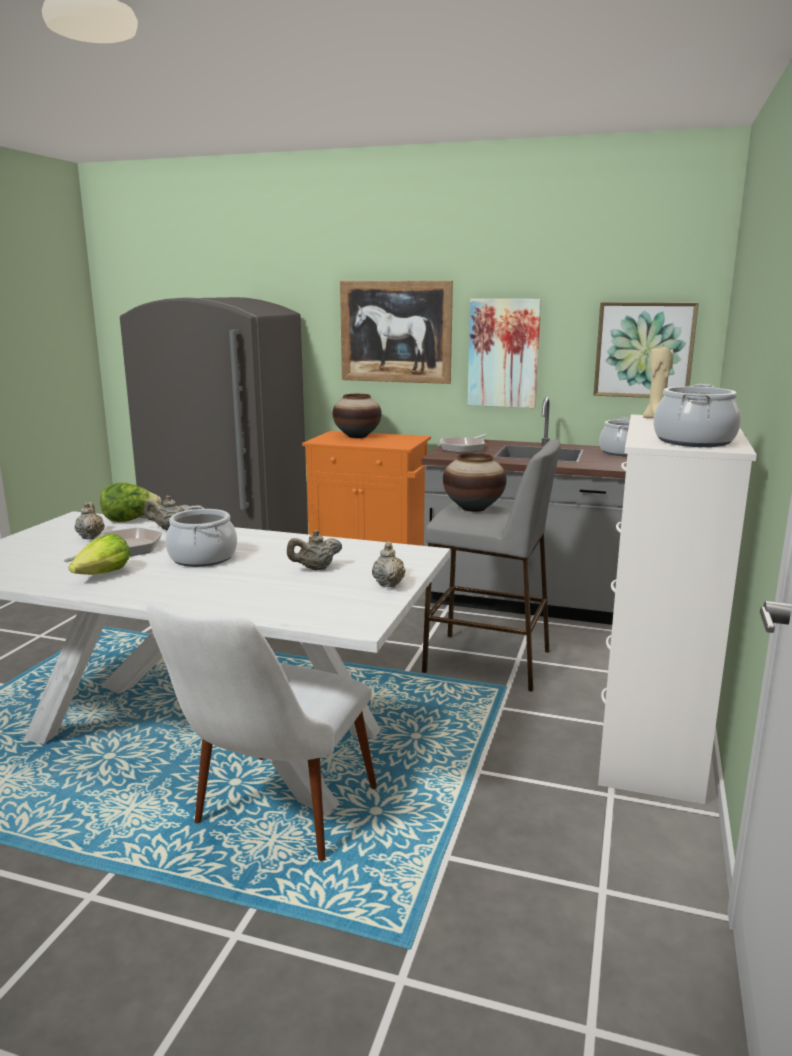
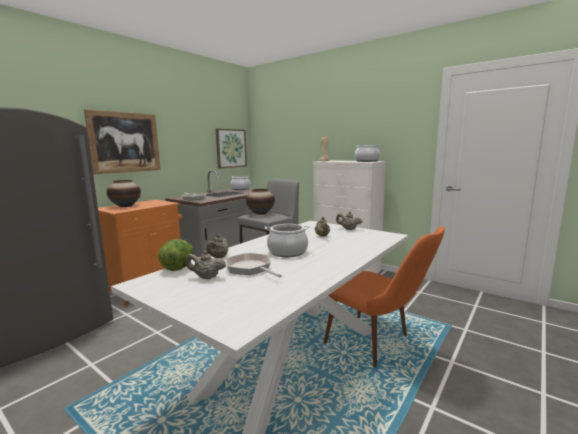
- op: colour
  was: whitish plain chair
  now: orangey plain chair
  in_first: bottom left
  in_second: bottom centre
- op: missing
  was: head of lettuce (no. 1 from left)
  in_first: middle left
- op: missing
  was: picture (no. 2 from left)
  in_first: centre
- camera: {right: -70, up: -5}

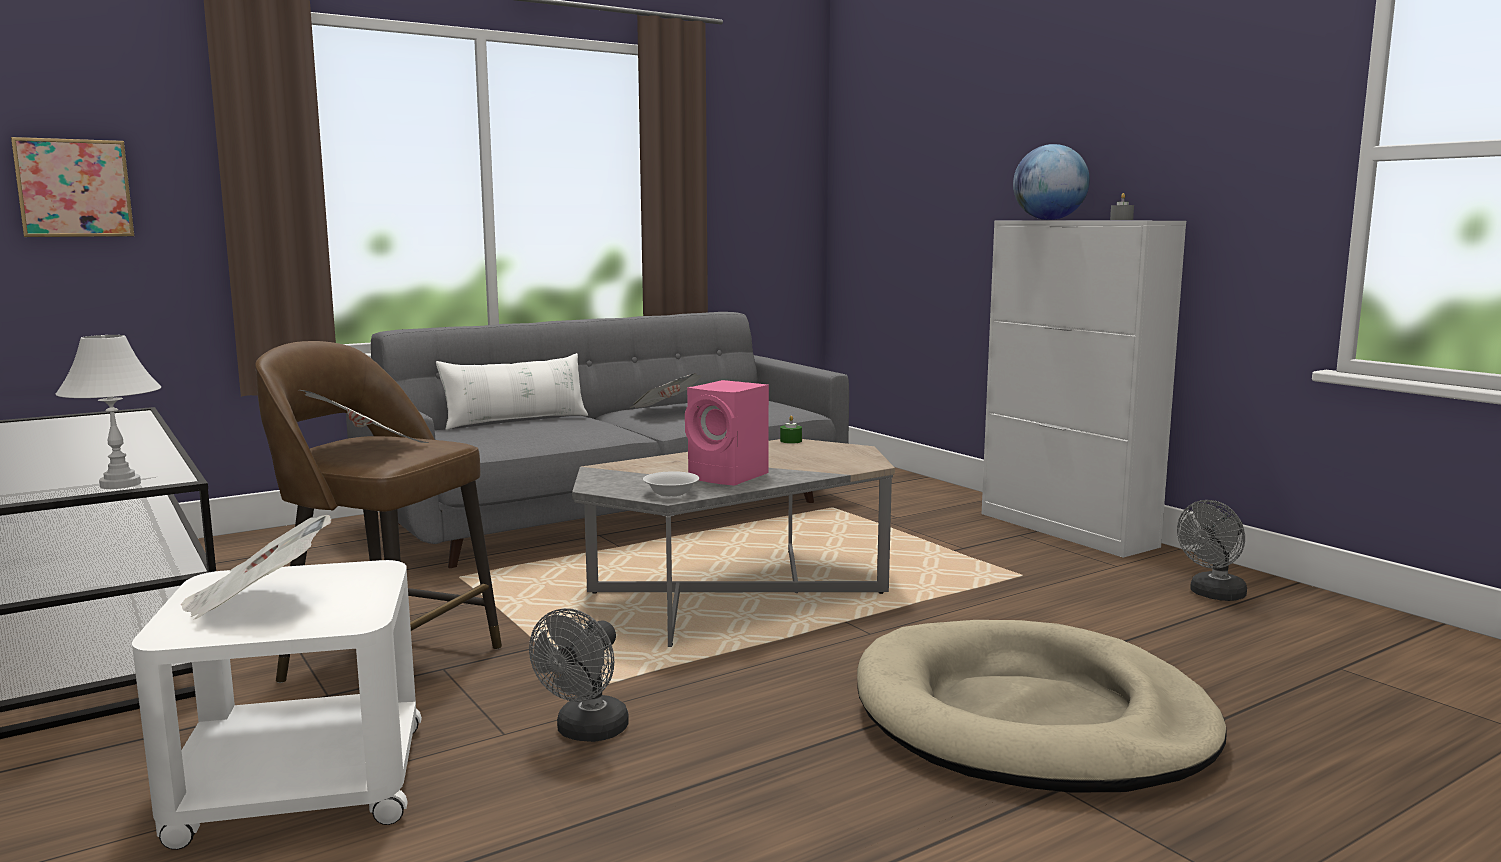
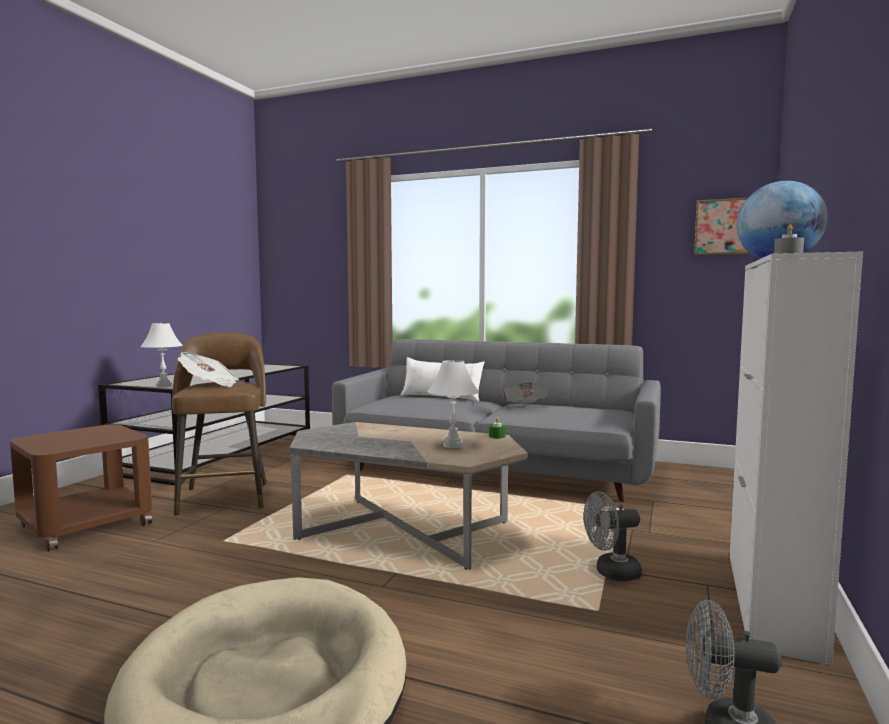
- op: colour
  was: whitish end table
  now: brownish end table
  in_first: bottom left
  in_second: bottom left
- op: appeared
  now: whitish table lamp (no. 2 from left)
  in_second: centre
- op: relocated
  was: grey cooling fan (no. 1 from left)
  in_first: bottom centre
  in_second: bottom right
- op: relocated
  was: picture
  in_first: top left
  in_second: top right
- op: missing
  was: printed paper (no. 1 from left)
  in_first: middle left
- op: missing
  was: whitish bowl
  in_first: centre
- op: missing
  was: pinkish loudspeaker
  in_first: centre
- camera: {right: 55, up: -5}

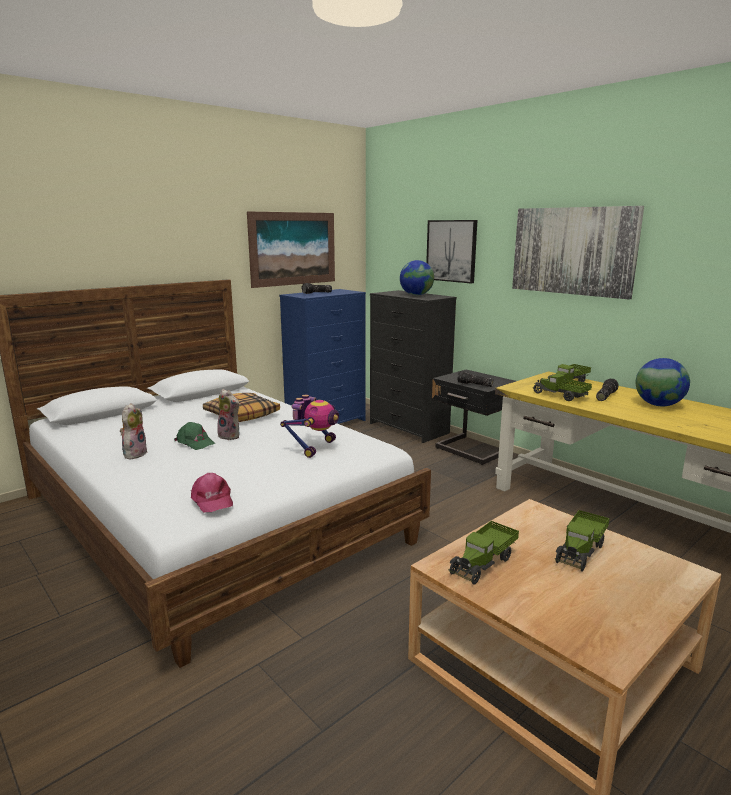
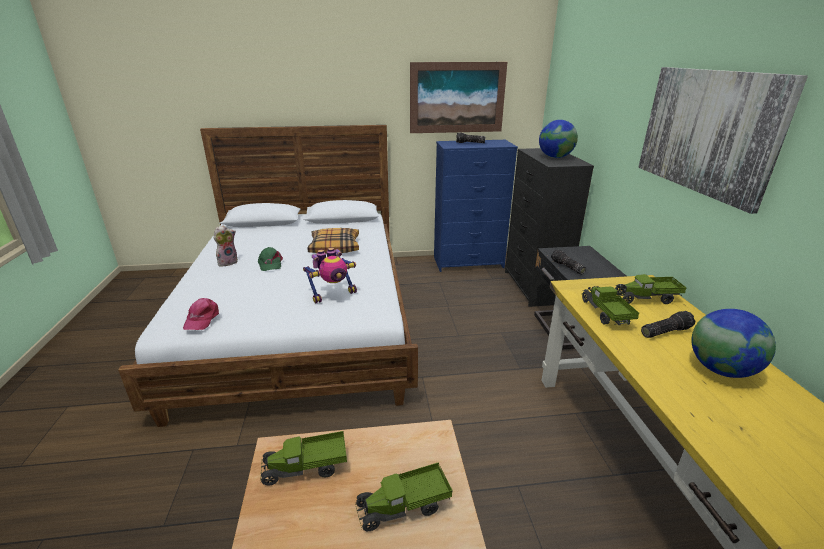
- op: missing
  was: plush toy (no. 2 from left)
  in_first: middle left
- op: missing
  was: picture (no. 2 from left)
  in_first: top centre
- camera: {right: 35, up: 10}

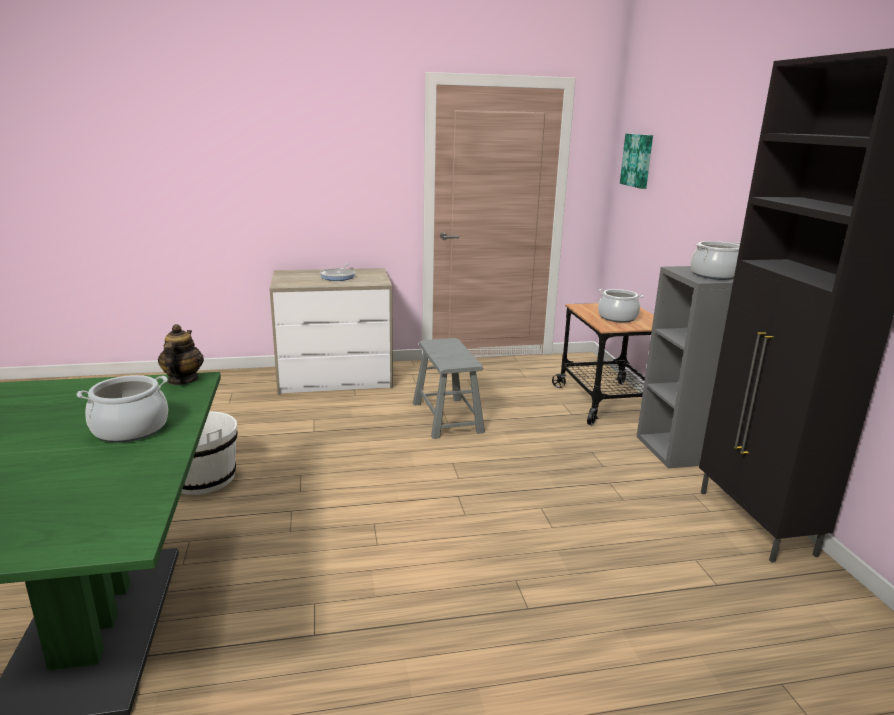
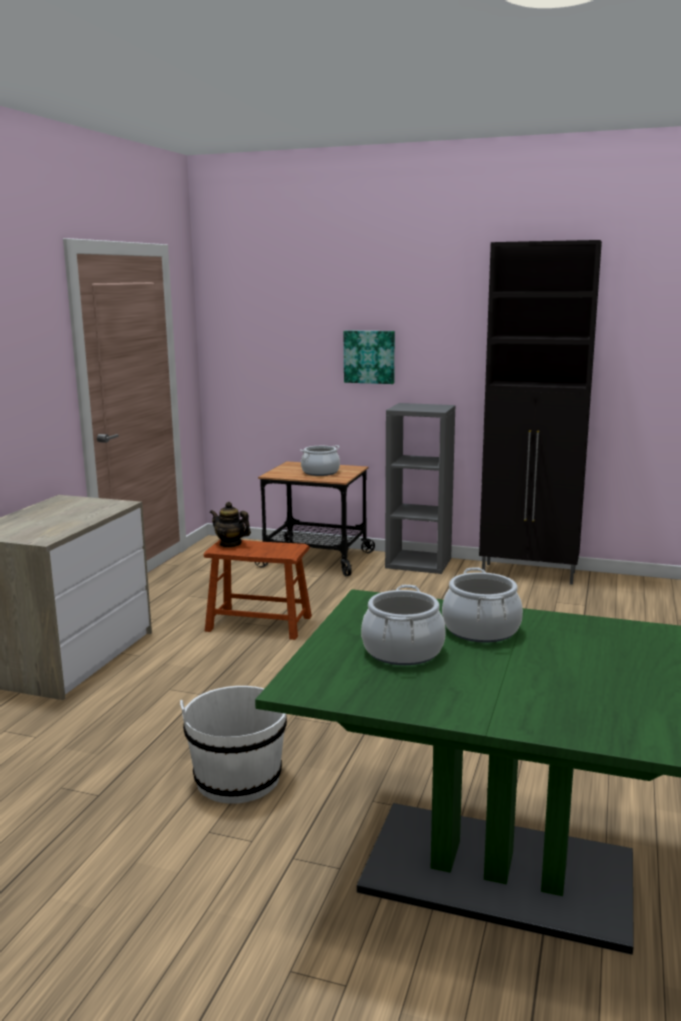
- op: colour
  was: grey sitting stool
  now: brownish sitting stool
  in_first: centre
  in_second: centre
- op: relocated
  was: pot for tea
  in_first: middle left
  in_second: centre
- op: relocated
  was: picture
  in_first: top right
  in_second: centre
- op: relocated
  was: cooking pot (no. 3 from left in the first image)
  now: cooking pot (no. 2 from left)
  in_first: middle right
  in_second: centre
- op: missing
  was: pan
  in_first: centre
- camera: {right: -60, up: -5}

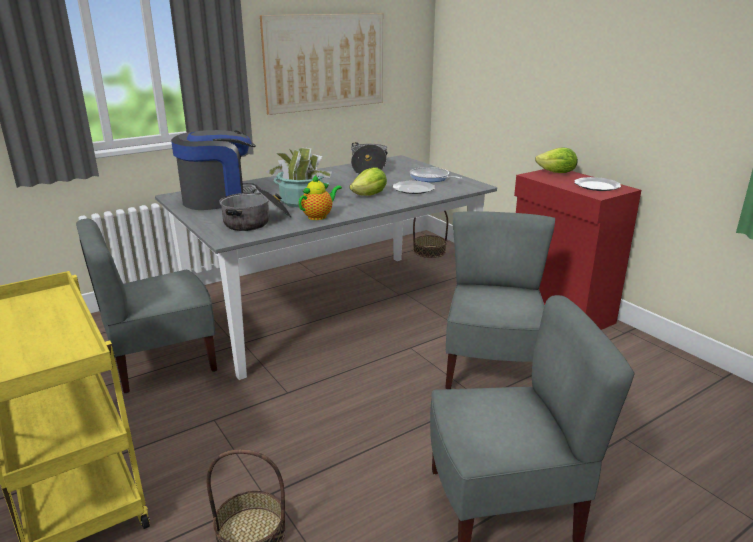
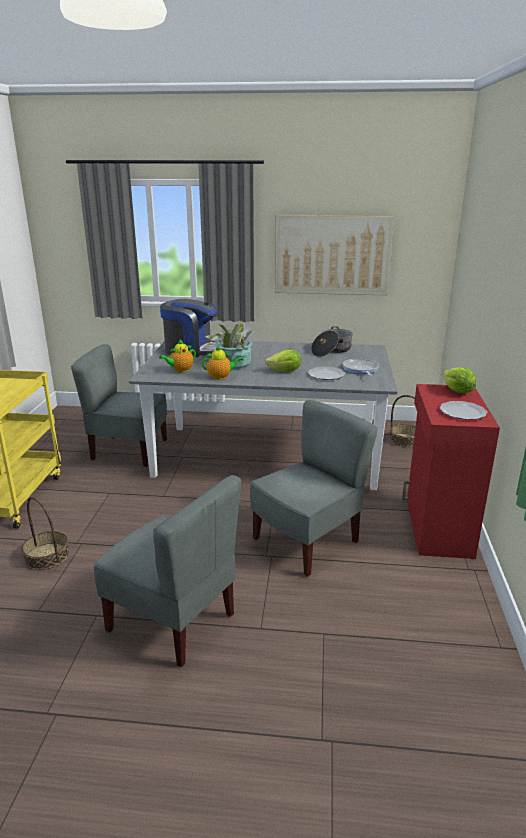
- op: exchanged
  was: cooking pot (no. 1 from left)
  now: pot for tea (no. 1 from left)
  in_first: centre
  in_second: centre
- camera: {right: 40, up: 0}

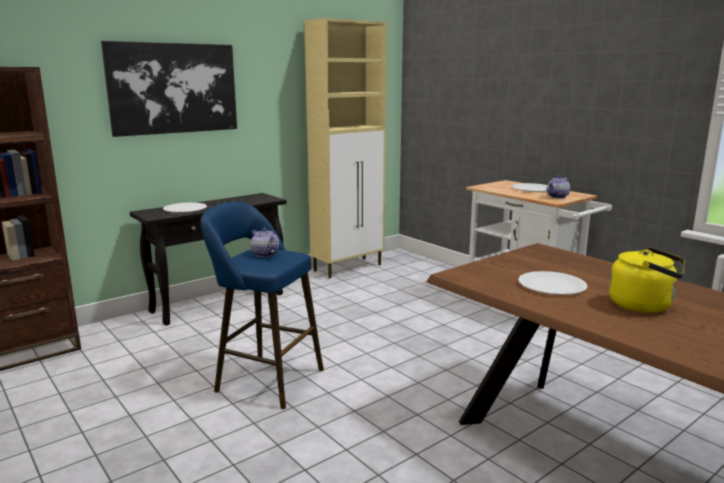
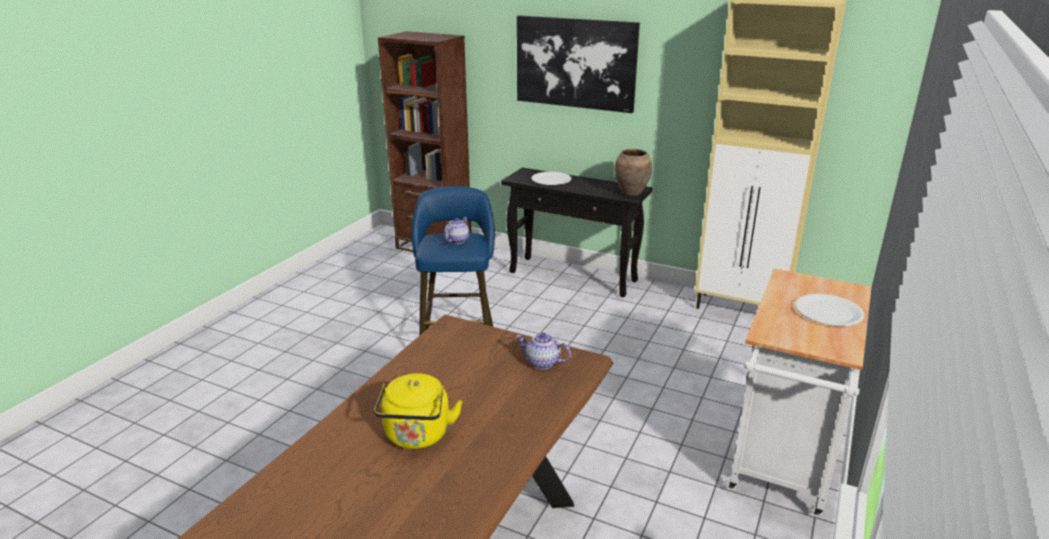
- op: relocated
  was: pot for tea (no. 2 from left)
  in_first: middle right
  in_second: centre
- op: appeared
  now: brownish decorative vase
  in_second: top centre
- op: missing
  was: whitish plate (no. 3 from left)
  in_first: middle right
- camera: {right: 65, up: 10}

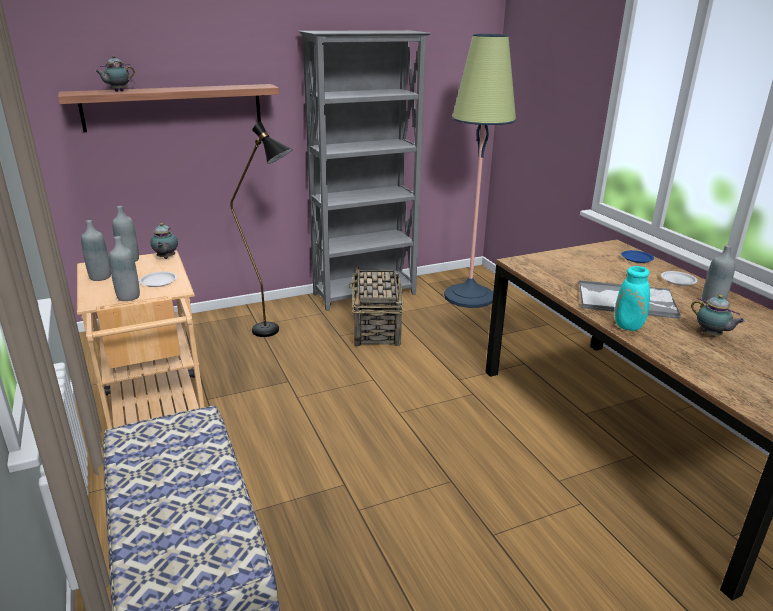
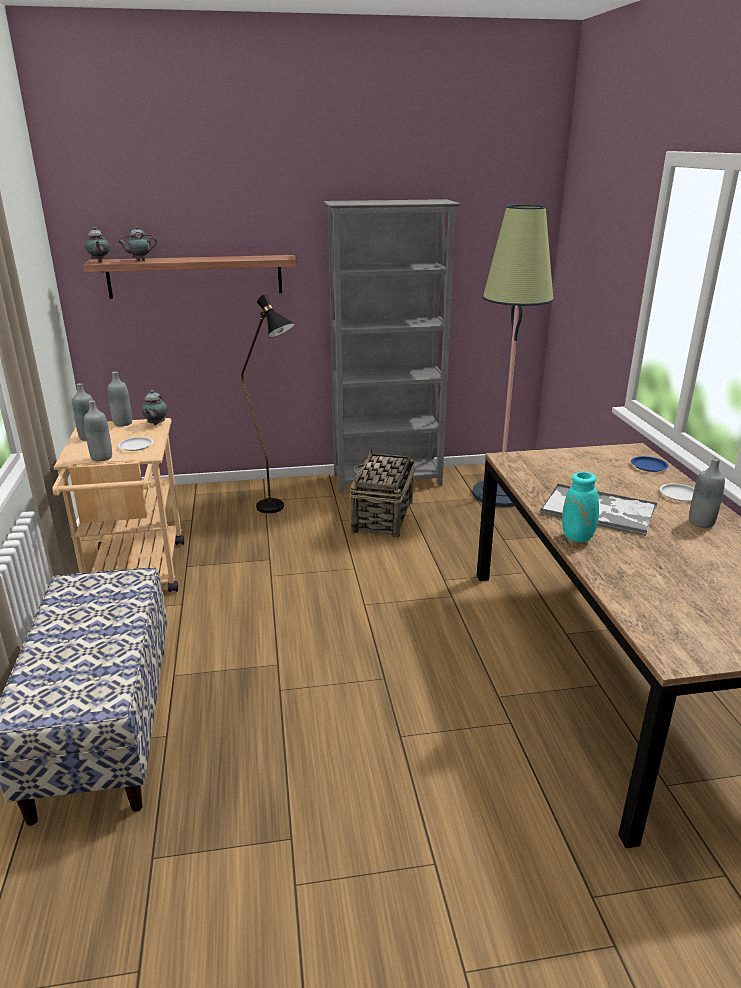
- op: relocated
  was: pot for tea (no. 3 from left in the first image)
  now: pot for tea (no. 1 from left)
  in_first: middle right
  in_second: top left
- camera: {right: 15, up: 0}

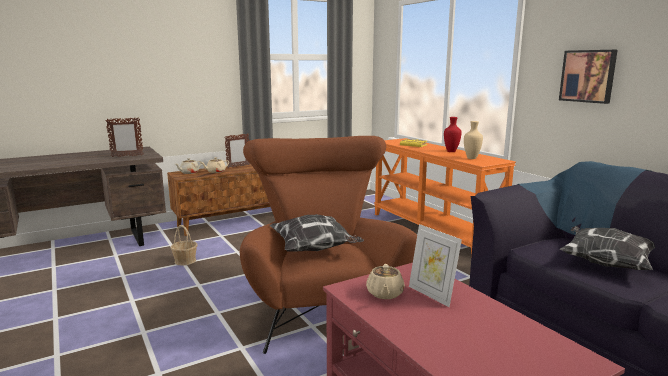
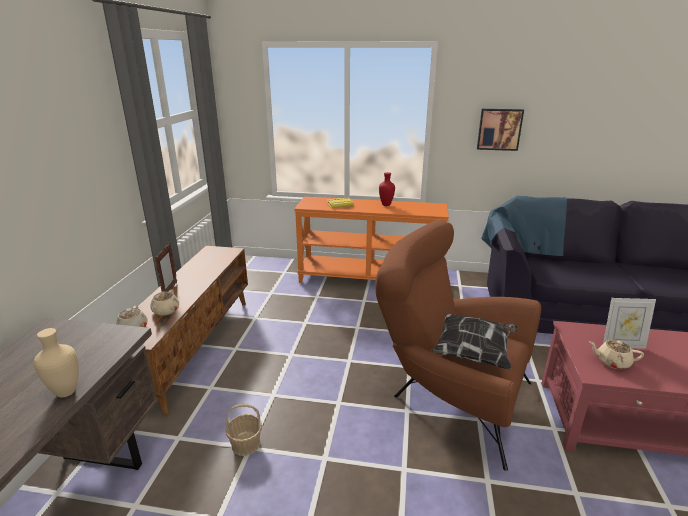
- op: relocated
  was: beige-coloured decorative vase
  in_first: middle right
  in_second: bottom left
- op: spun
  was: beige-coloured pot for tea (no. 3 from left)
  in_first: bottom centre
  in_second: bottom right
  clockwise: 150
- op: missing
  was: photo frame (no. 1 from left)
  in_first: middle left
- op: missing
  was: throw pillow (no. 2 from left)
  in_first: middle right
- camera: {right: -50, up: 10}

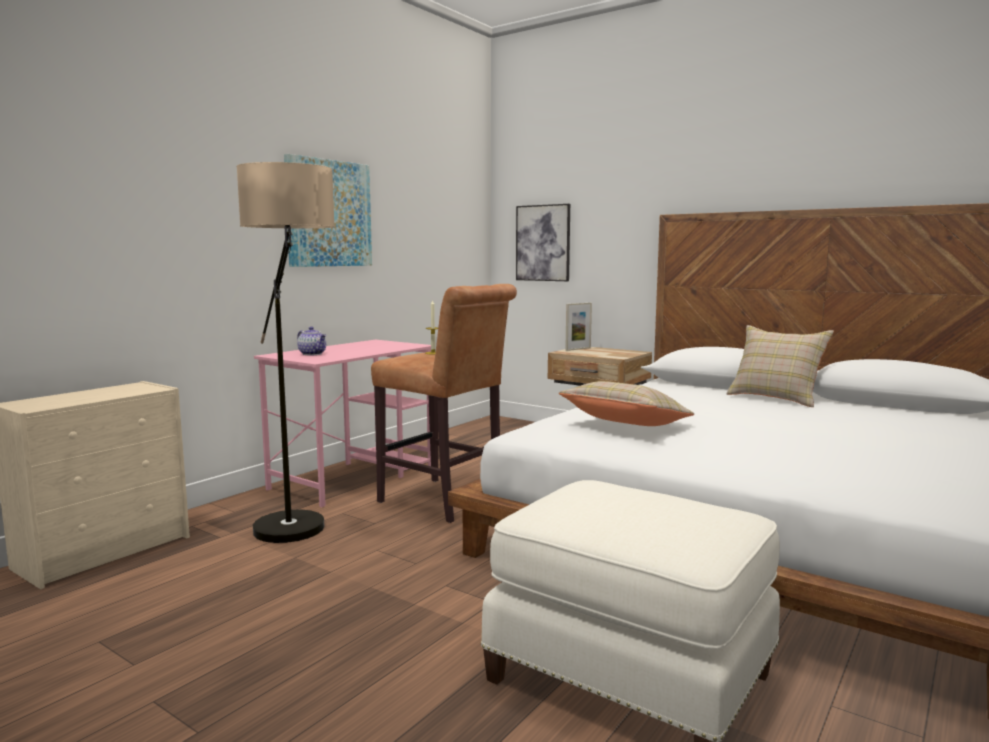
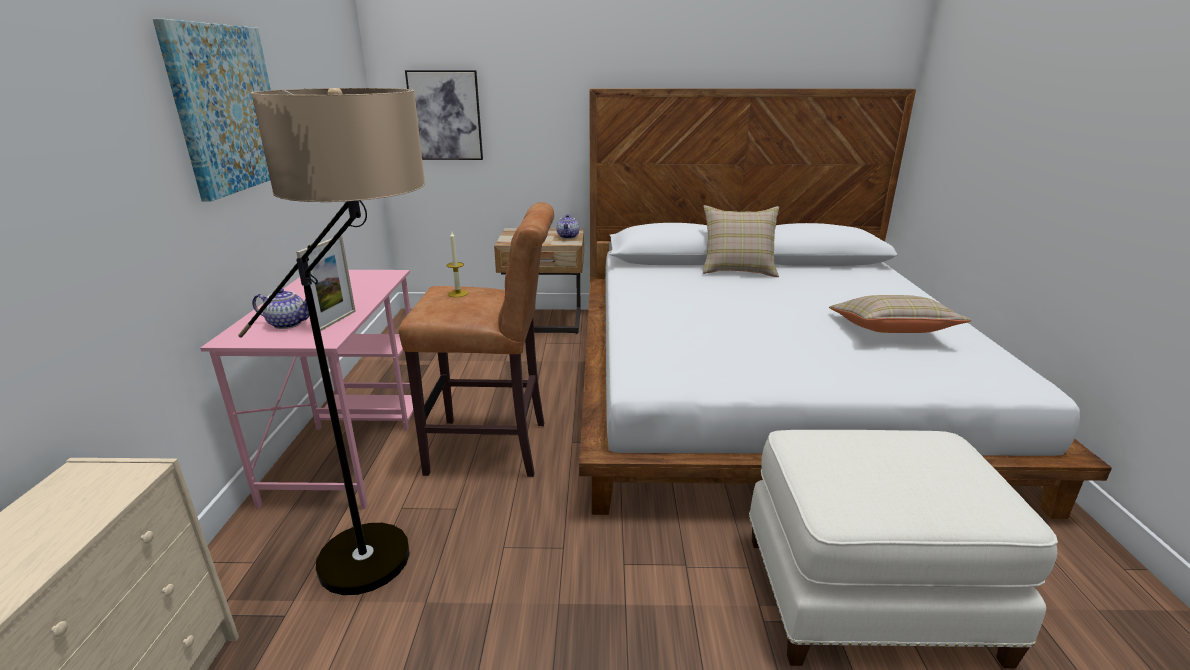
- op: relocated
  was: photo frame
  in_first: centre
  in_second: middle left
- op: appeared
  now: pot for tea (no. 2 from left)
  in_second: centre
- op: relocated
  was: beige-coloured throw pillow (no. 1 from left in the first image)
  now: beige-coloured throw pillow (no. 2 from left)
  in_first: centre
  in_second: middle right
- camera: {right: -35, up: 15}

